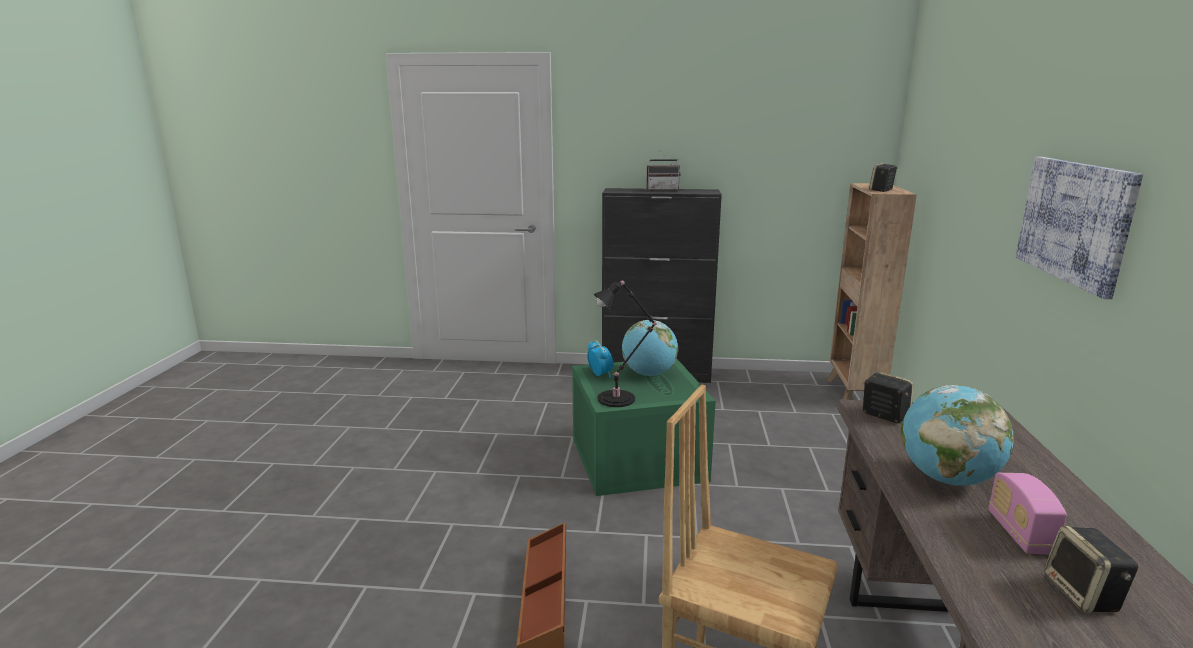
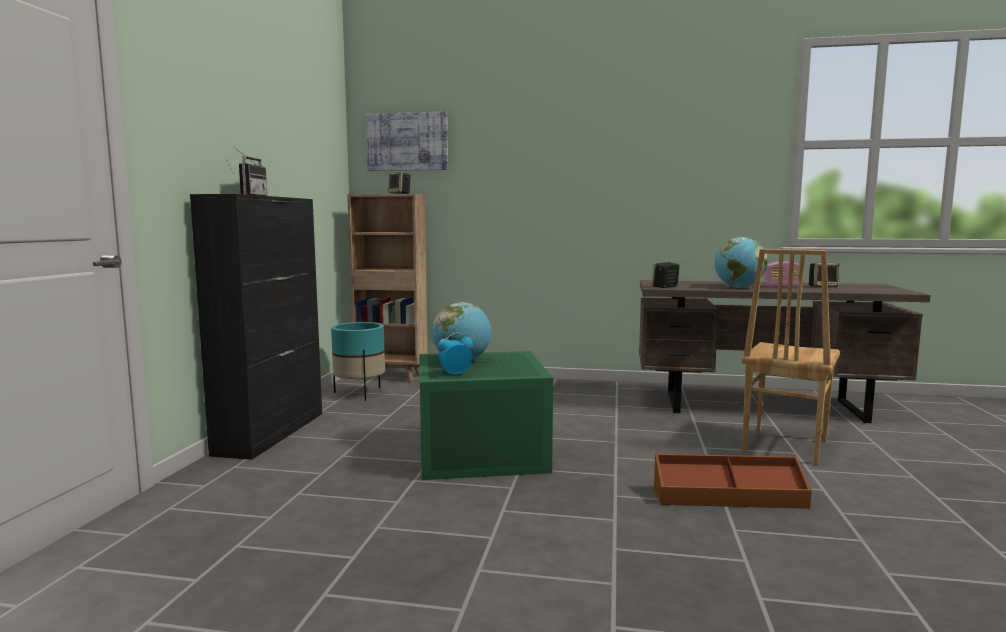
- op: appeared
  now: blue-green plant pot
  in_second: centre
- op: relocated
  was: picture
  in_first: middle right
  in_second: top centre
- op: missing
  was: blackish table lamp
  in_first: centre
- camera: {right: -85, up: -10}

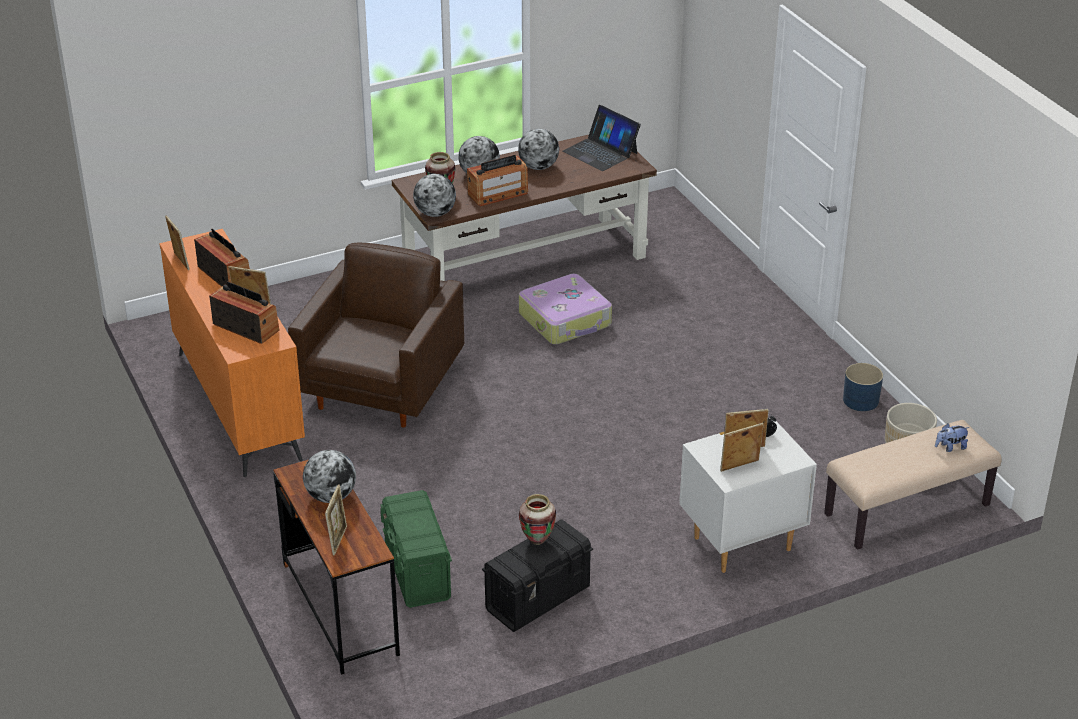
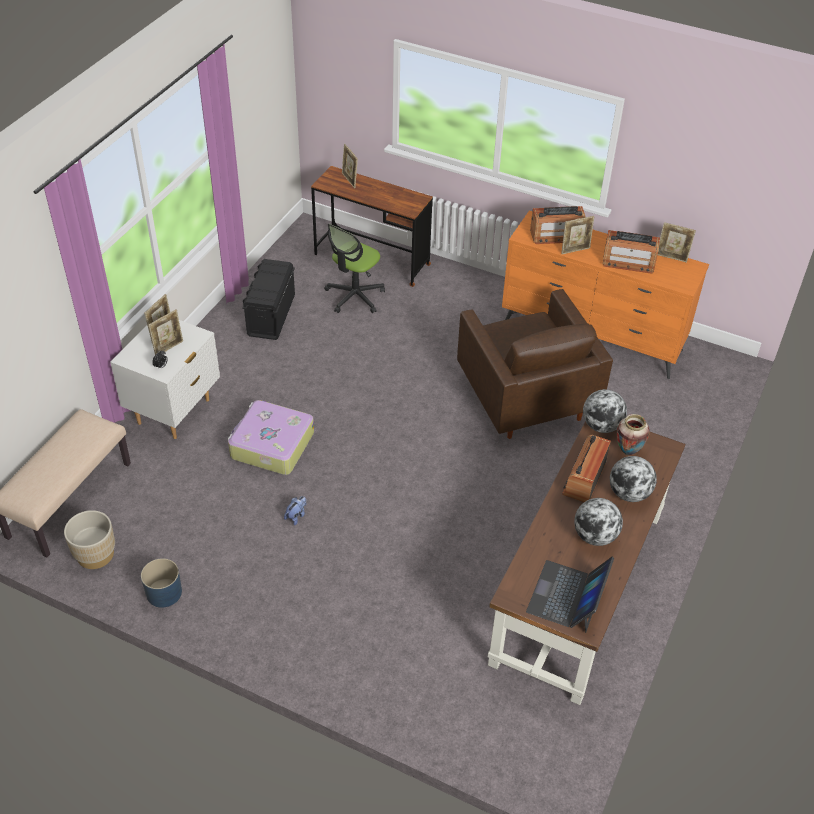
- op: relocated
  was: travel case
  in_first: centre
  in_second: middle left
- op: relocated
  was: plush toy
  in_first: middle right
  in_second: centre
- op: exchanged
  was: green storage container
  now: desk chair
  in_first: bottom centre
  in_second: top centre
- op: spun
  was: portable computer
  in_first: top centre
  in_second: bottom right
  clockwise: -75
- op: missing
  was: world globe (no. 1 from left)
  in_first: middle left
- op: missing
  was: decorative vase (no. 2 from left)
  in_first: bottom centre
- camera: {right: 140, up: 10}

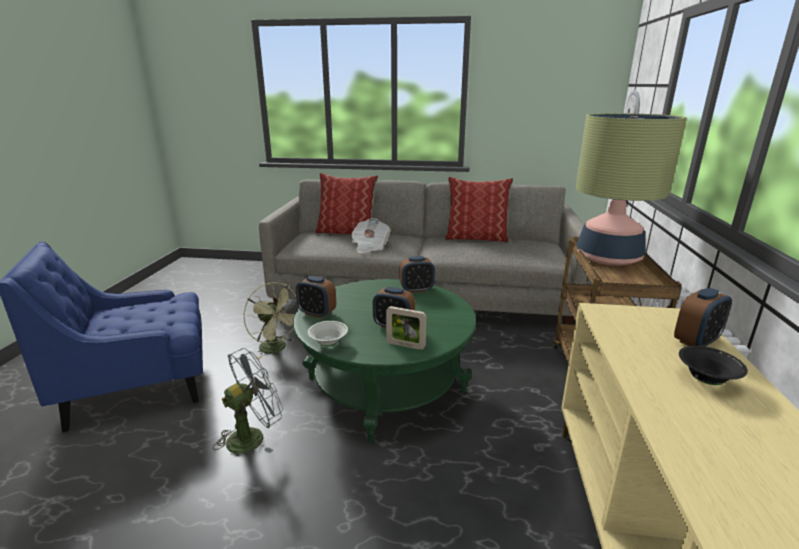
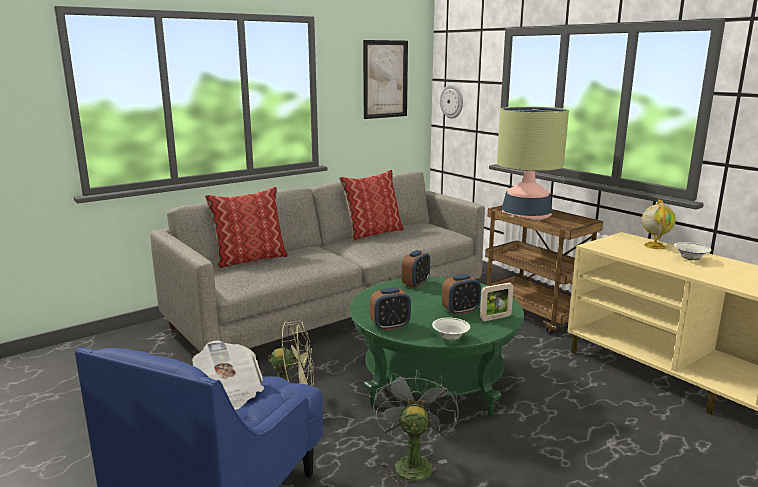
- op: relocated
  was: printed paper
  in_first: centre
  in_second: bottom left
- op: appeared
  now: picture
  in_second: top centre
- op: exchanged
  was: table clock (no. 4 from left)
  now: world globe
  in_first: middle right
  in_second: middle right
- op: colour
  was: blackish bowl
  now: whitish bowl (no. 2 from left)
  in_first: middle right
  in_second: middle right
- camera: {right: -45, up: -5}

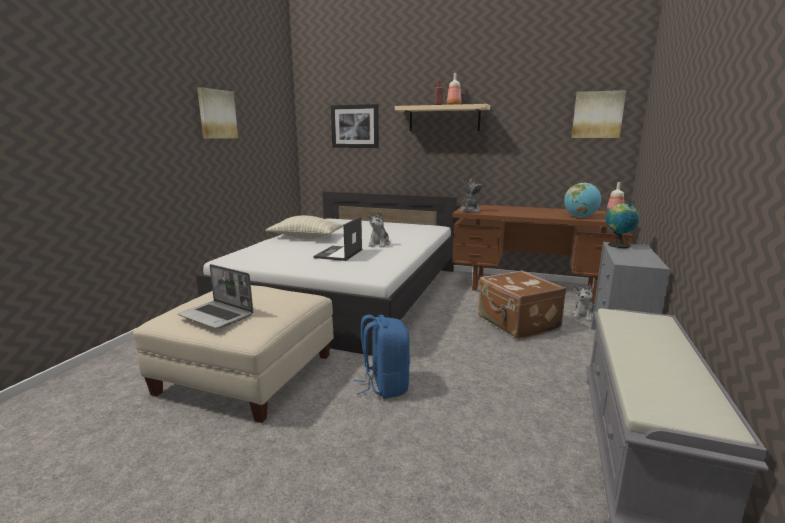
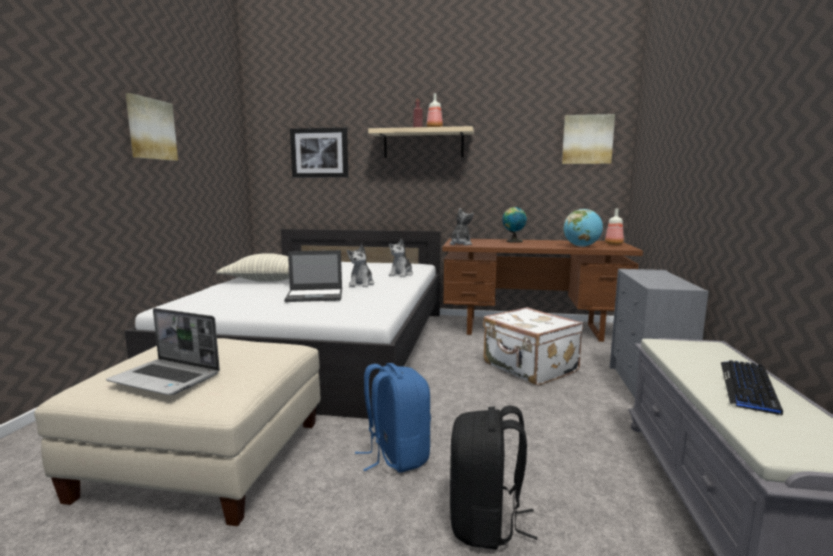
- op: spun
  was: portable computer (no. 2 from left)
  in_first: centre
  in_second: centre
  clockwise: -105
- op: relocated
  was: plush toy (no. 3 from left in the first image)
  now: plush toy (no. 2 from left)
  in_first: middle right
  in_second: centre
- op: appeared
  now: blackish backpack
  in_second: bottom centre
- op: colour
  was: brownish travel case
  now: whitish travel case
  in_first: centre
  in_second: centre
- op: relocated
  was: world globe (no. 2 from left in the first image)
  now: world globe (no. 1 from left)
  in_first: middle right
  in_second: centre
- op: appeared
  now: computer keyboard
  in_second: bottom right
- camera: {right: -10, up: -5}

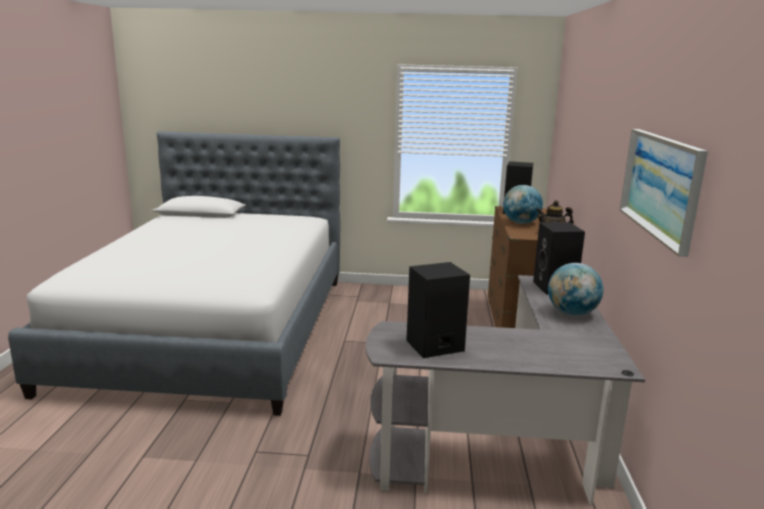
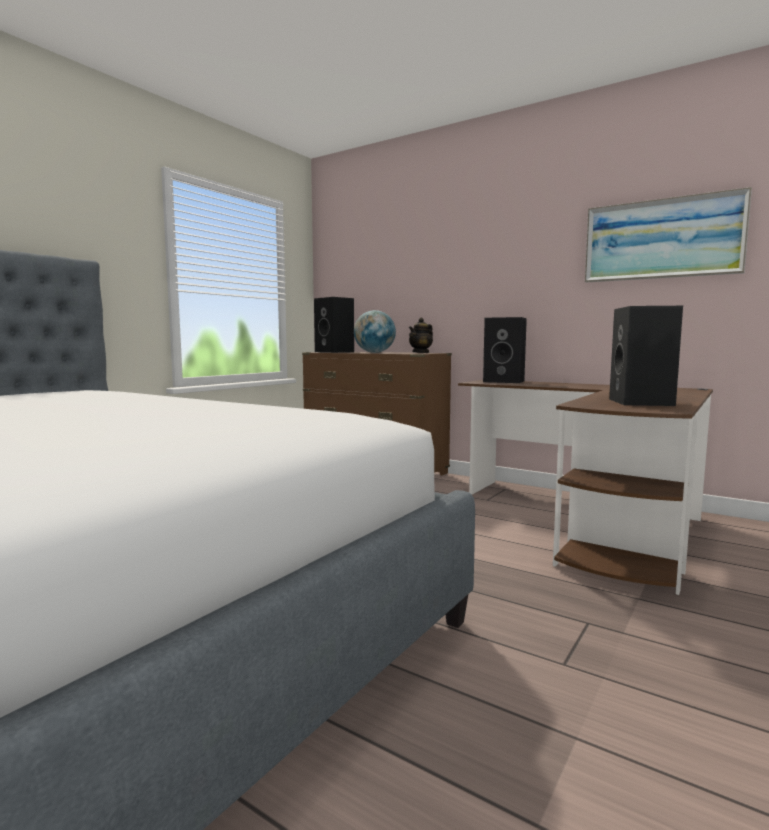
- op: colour
  was: grey desk
  now: brownish desk
  in_first: bottom centre
  in_second: middle right
- op: missing
  was: world globe (no. 2 from left)
  in_first: middle right
- camera: {right: -60, up: -10}

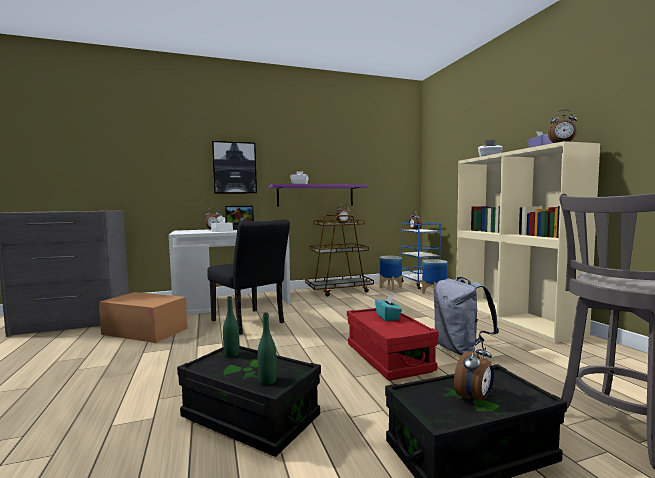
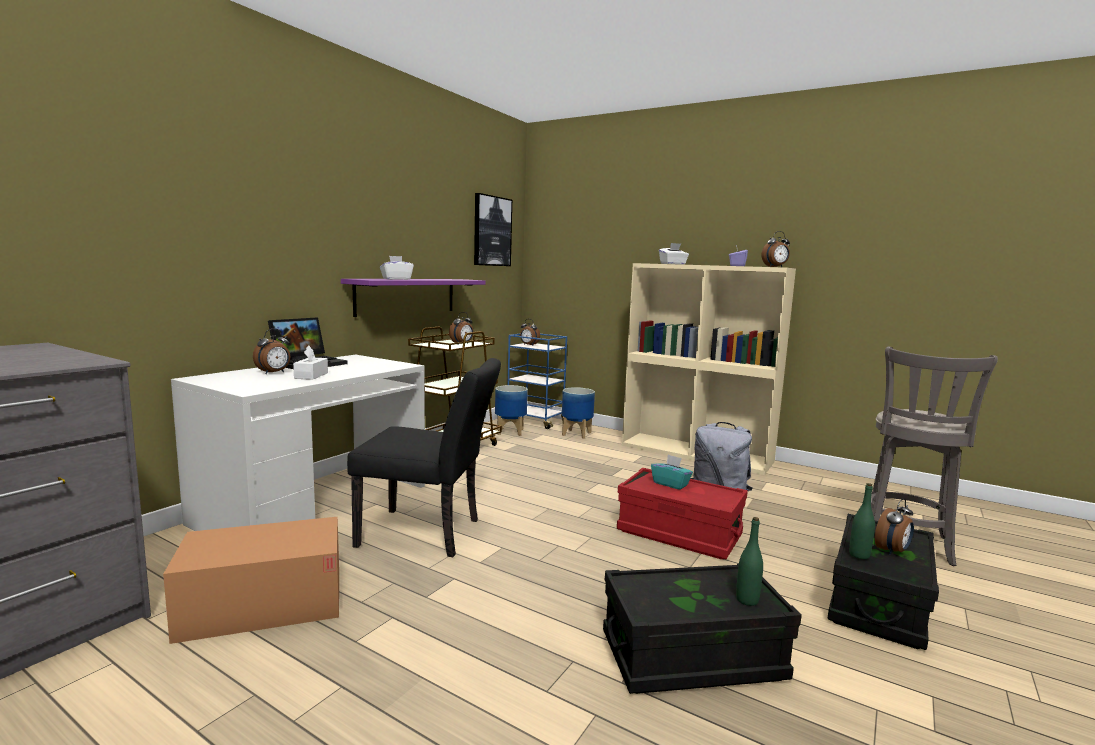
- op: relocated
  was: picture
  in_first: centre
  in_second: top centre
- op: relocated
  was: green drink bottle (no. 1 from left in the first image)
  now: green drink bottle (no. 2 from left)
  in_first: bottom centre
  in_second: bottom right
- op: spun
  was: table clock (no. 4 from left in the first image)
  in_first: bottom right
  in_second: bottom right
  clockwise: 45
- camera: {right: -40, up: 5}

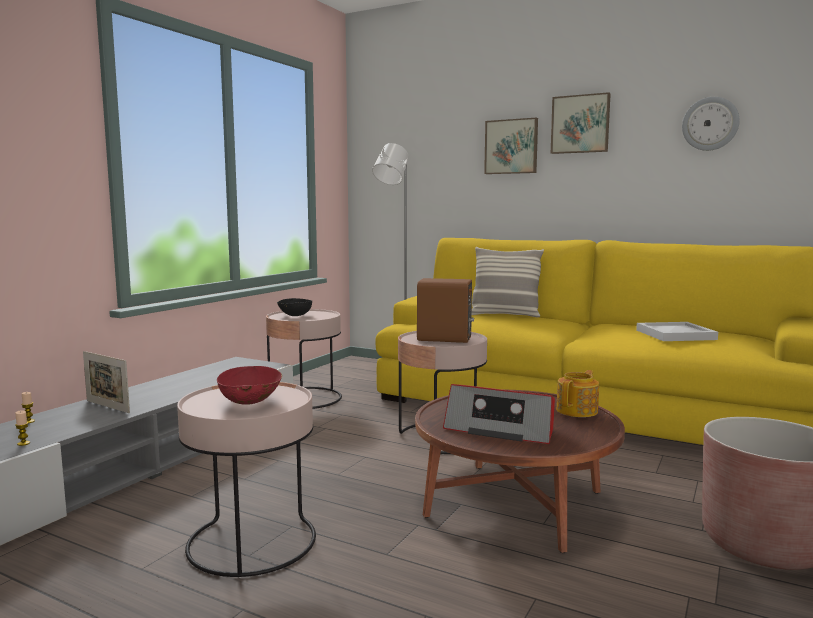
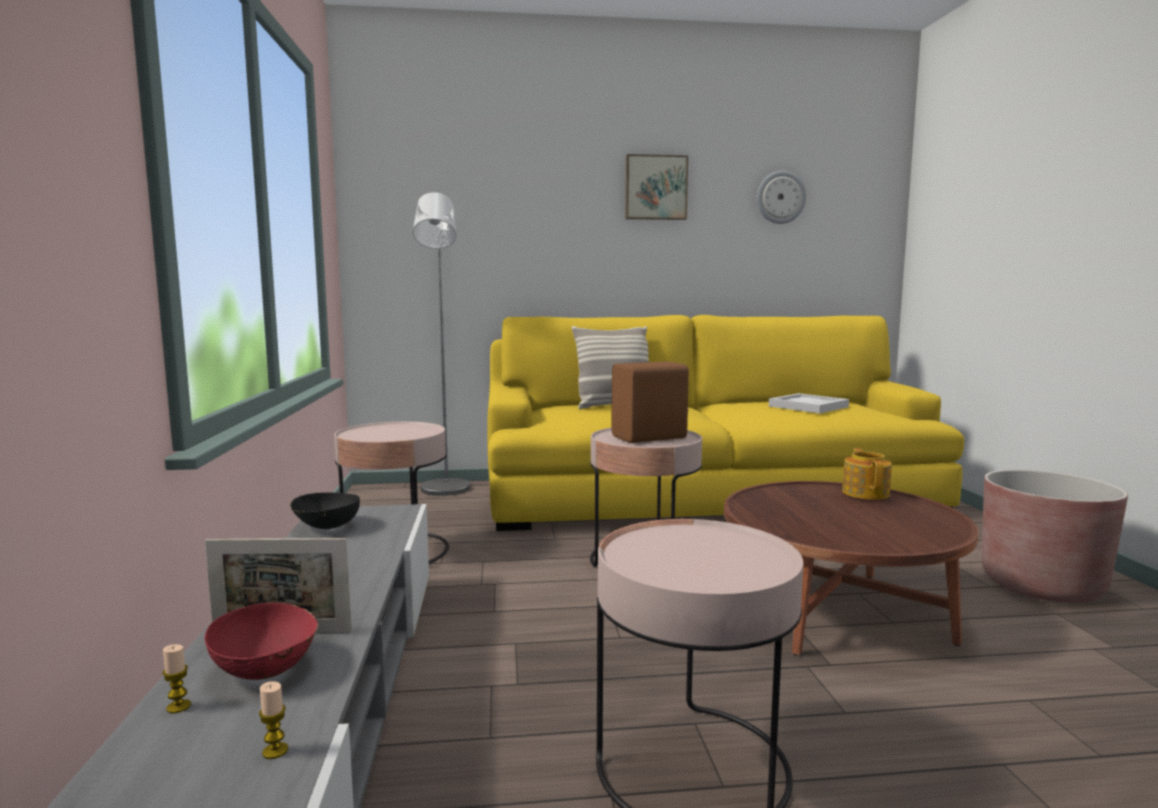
- op: relocated
  was: reddish bowl
  in_first: middle left
  in_second: bottom left
- op: relocated
  was: blackish bowl
  in_first: centre
  in_second: middle left
- op: missing
  was: radio receiver
  in_first: bottom centre
- op: missing
  was: picture (no. 1 from left)
  in_first: top centre
- camera: {right: -35, up: 0}

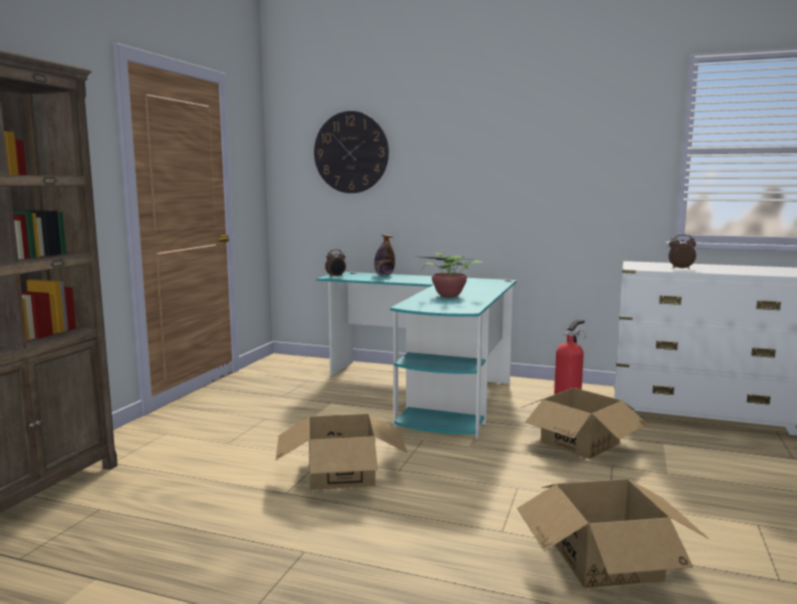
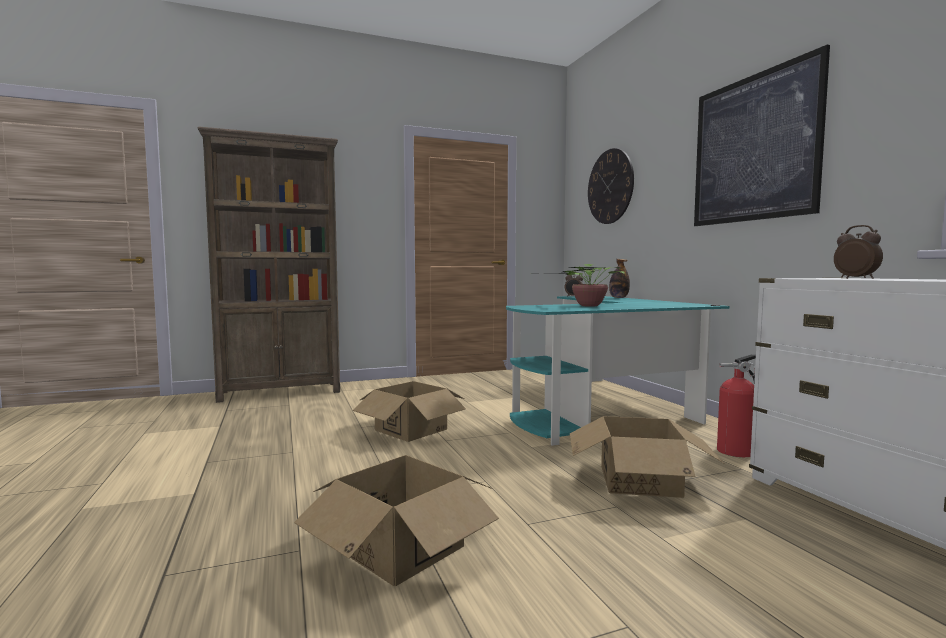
- op: appeared
  now: picture
  in_second: top right
- camera: {right: 50, up: -5}

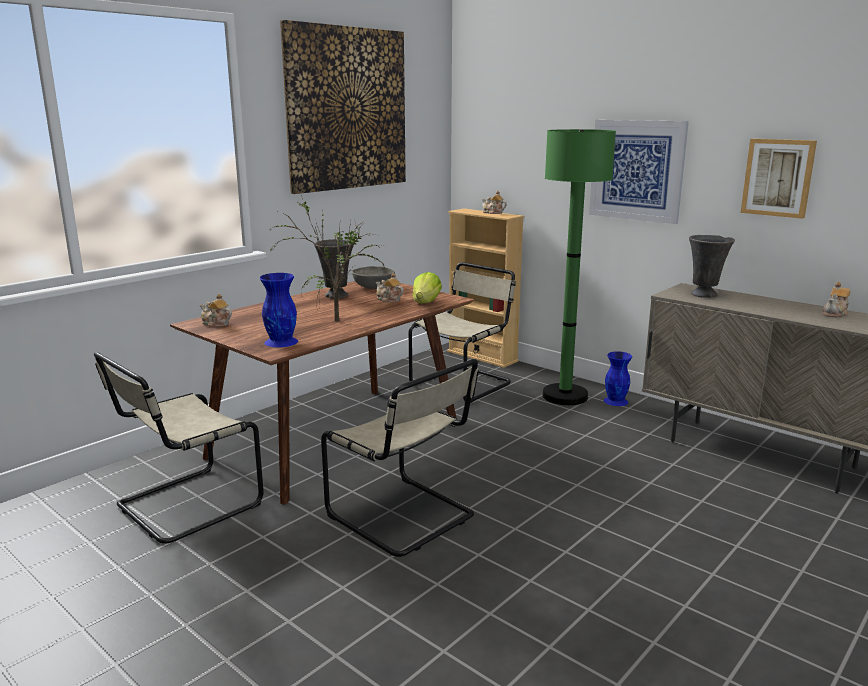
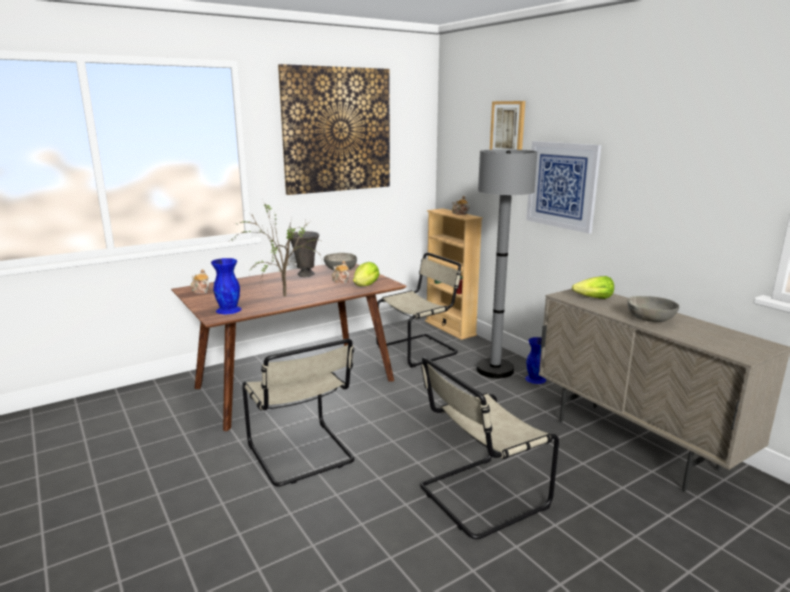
- op: relocated
  was: beige-coloured plain chair (no. 1 from left in the first image)
  now: beige-coloured plain chair (no. 3 from left)
  in_first: middle left
  in_second: bottom centre
- op: colour
  was: green floor lamp
  now: grey floor lamp
  in_first: middle right
  in_second: centre
- op: relocated
  was: picture (no. 3 from left in the first image)
  now: picture (no. 2 from left)
  in_first: top right
  in_second: top centre
- op: exchanged
  was: grey decorative vase (no. 2 from left)
  now: head of lettuce (no. 2 from left)
  in_first: middle right
  in_second: middle right
- op: appeared
  now: grey bowl (no. 2 from left)
  in_second: middle right
- op: missing
  was: pot for tea (no. 4 from left)
  in_first: middle right
- camera: {right: 15, up: 0}

